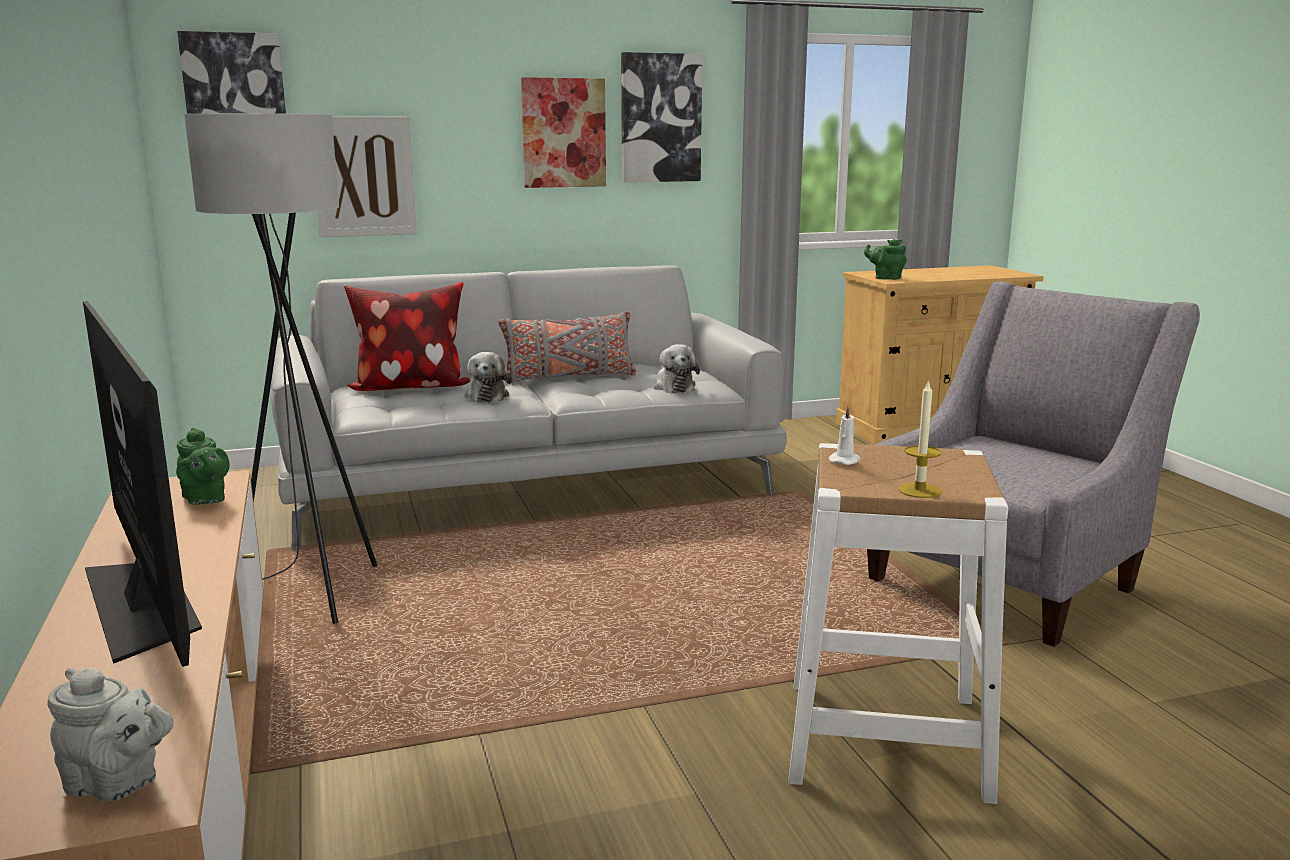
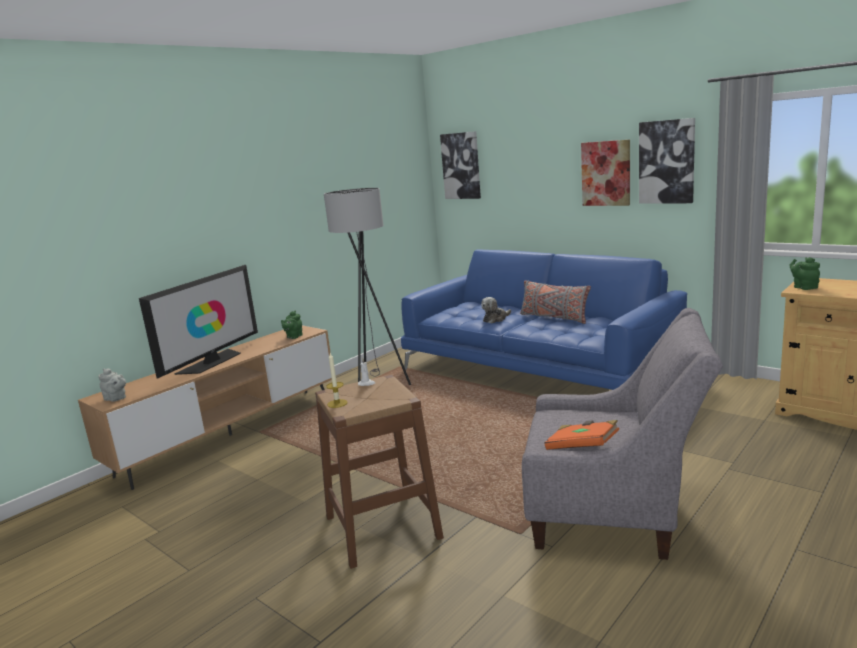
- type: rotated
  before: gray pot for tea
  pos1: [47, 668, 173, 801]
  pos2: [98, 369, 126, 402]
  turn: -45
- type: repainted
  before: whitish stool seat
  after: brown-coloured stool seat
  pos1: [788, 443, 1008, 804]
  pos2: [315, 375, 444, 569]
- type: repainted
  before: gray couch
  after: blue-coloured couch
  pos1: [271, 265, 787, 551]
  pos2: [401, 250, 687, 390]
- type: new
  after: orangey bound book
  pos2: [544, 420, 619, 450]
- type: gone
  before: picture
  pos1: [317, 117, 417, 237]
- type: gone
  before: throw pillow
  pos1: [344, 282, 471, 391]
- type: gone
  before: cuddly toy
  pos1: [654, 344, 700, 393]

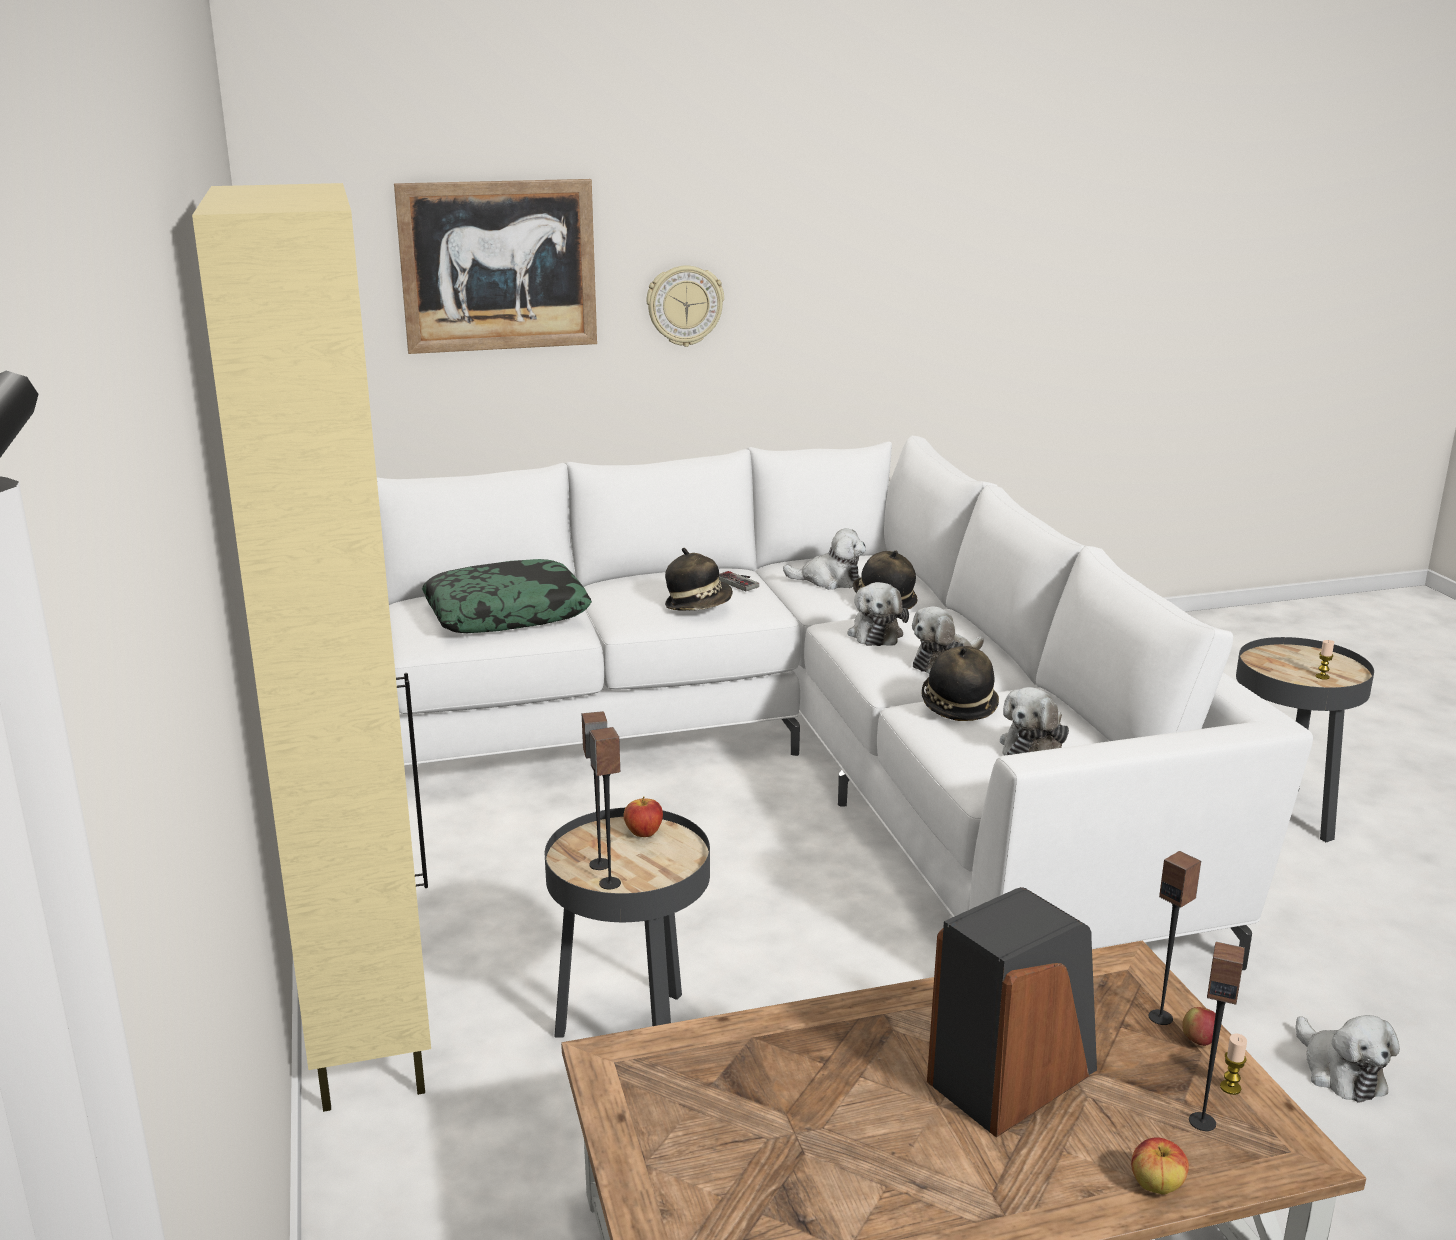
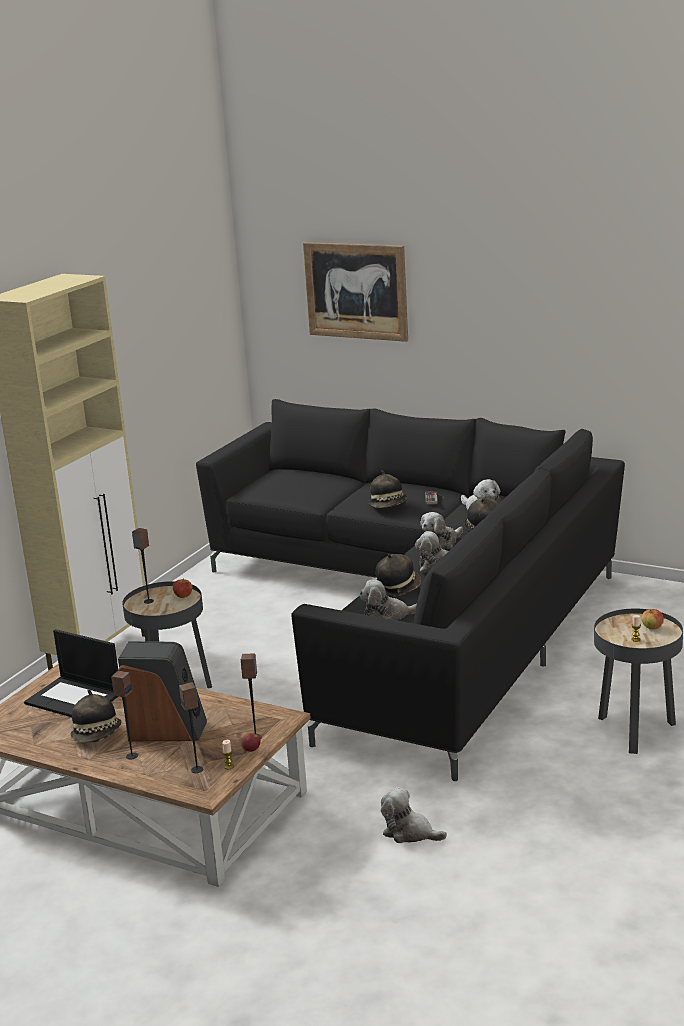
- type: new
  after: notebook computer
  pos2: [24, 629, 119, 717]
- type: new
  after: clothing hat
  pos2: [70, 690, 122, 743]
- type: shifted
  before: audio speaker
  pos1: [589, 727, 621, 890]
  pos2: [111, 671, 138, 759]
- type: repainted
  before: whitish couch
  after: black couch
  pos1: [377, 436, 1313, 970]
  pos2: [196, 399, 625, 781]
- type: rotated
  before: cuddly toy
  pos1: [1296, 1015, 1400, 1102]
  pos2: [381, 787, 447, 843]
  turn: 90
- type: shifted
  before: whole apple
  pos1: [1131, 1137, 1189, 1195]
  pos2: [641, 609, 664, 630]
- type: gone
  before: throw pillow
  pos1: [422, 559, 592, 633]
- type: gone
  before: clock on the wall
  pos1: [647, 265, 724, 347]

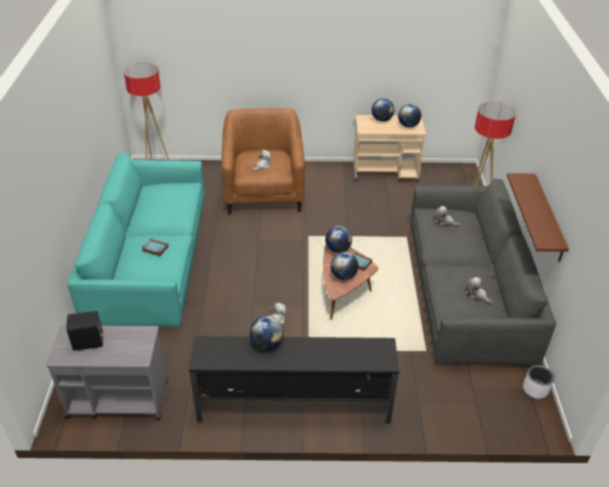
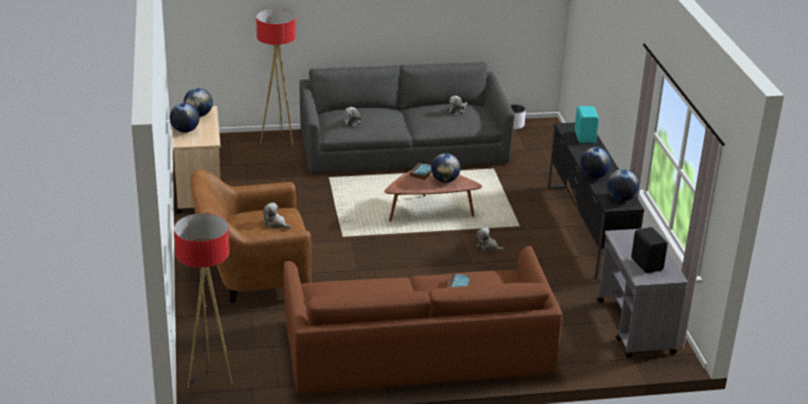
- type: repainted
  before: turquoise-coloured couch
  after: brown-coloured couch
  pos1: [67, 153, 205, 327]
  pos2: [283, 246, 563, 394]
- type: new
  after: turquoise-coloured audio speaker
  pos2: [574, 106, 599, 143]
- type: shifted
  before: desk globe
  pos1: [325, 226, 352, 253]
  pos2: [607, 169, 639, 201]
- type: gone
  before: brown-coloured bracket shelf
  pos1: [507, 173, 569, 262]

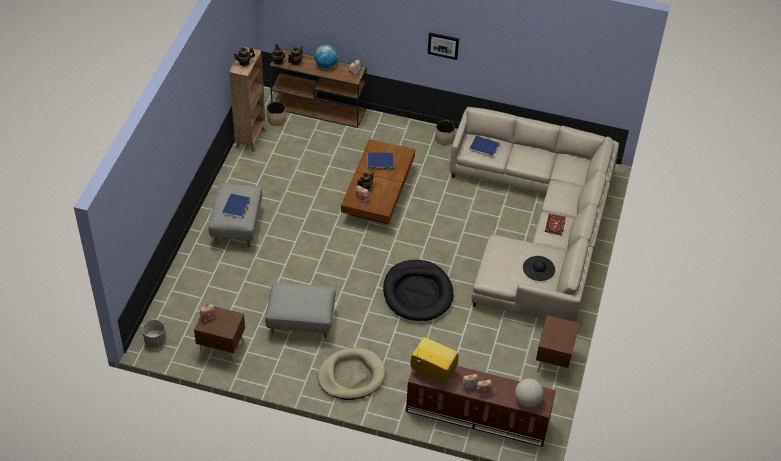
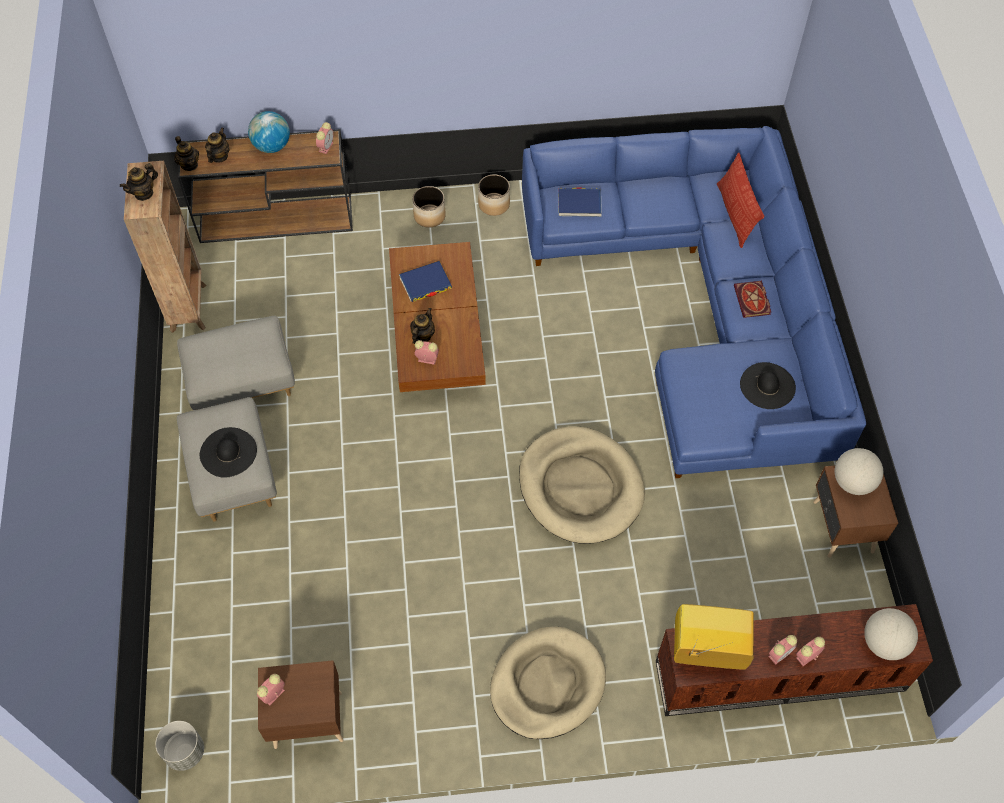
- type: shifted
  before: gray pouffe
  pos1: [265, 282, 335, 338]
  pos2: [177, 316, 295, 410]
- type: swapped
  before: blue-coloured bound book
  after: black clothing hat
  pos1: [222, 194, 251, 218]
  pos2: [200, 427, 257, 478]
- type: shifted
  before: plant pot
  pos1: [267, 101, 286, 126]
  pos2: [413, 186, 446, 228]
- type: repainted
  before: black pet bed
  after: sand-coloured pet bed
  pos1: [383, 260, 453, 321]
  pos2: [519, 426, 645, 544]
- type: repainted
  before: sand-coloured couch
  after: blue-coloured couch
  pos1: [450, 107, 619, 322]
  pos2: [522, 126, 866, 478]
- type: new
  after: throw pillow
  pos2: [717, 153, 765, 248]
- type: new
  after: desk globe
  pos2: [835, 448, 883, 495]
- type: gone
  before: picture
  pos1: [428, 32, 459, 60]

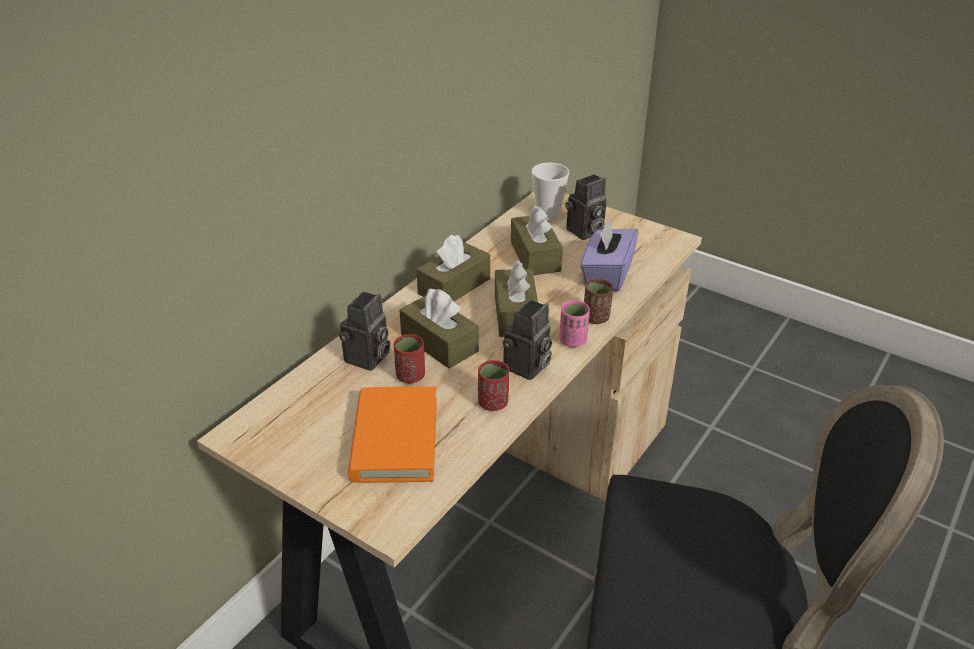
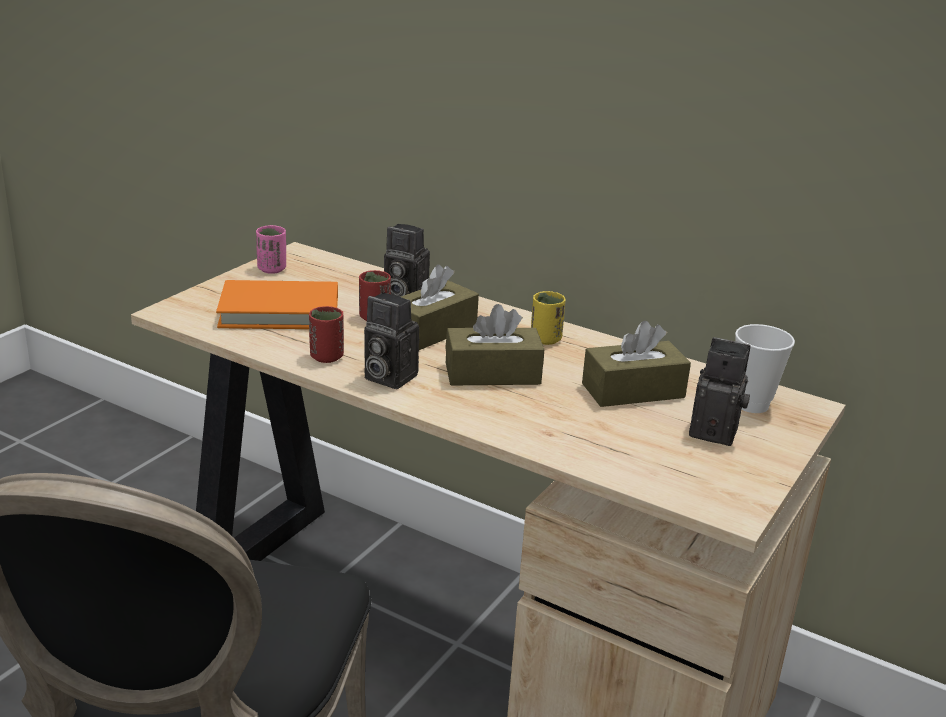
- type: shifted
  before: pinkish cup
  pos1: [559, 300, 590, 347]
  pos2: [256, 225, 286, 274]
- type: swapped
  before: brown-coloured tissue holder
  after: yellow-coloured cup
  pos1: [416, 234, 490, 302]
  pos2: [531, 291, 565, 345]
- type: rotated
  before: still camera
  pos1: [565, 174, 607, 240]
  pos2: [689, 337, 751, 446]
  turn: 150
- type: gone
  before: purplish tissue holder
  pos1: [580, 220, 639, 291]
- type: gone
  before: brown-coloured cup
  pos1: [584, 279, 613, 324]

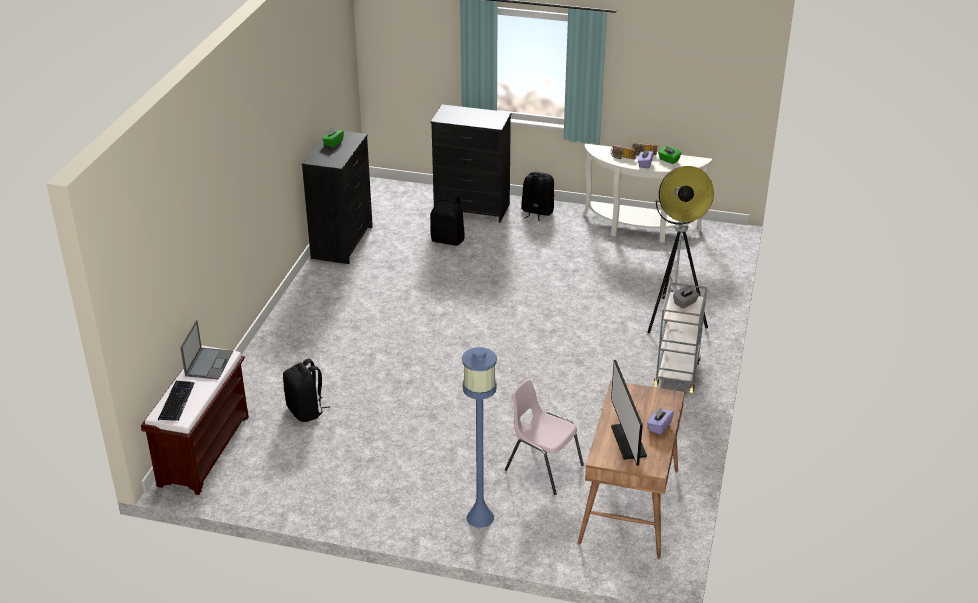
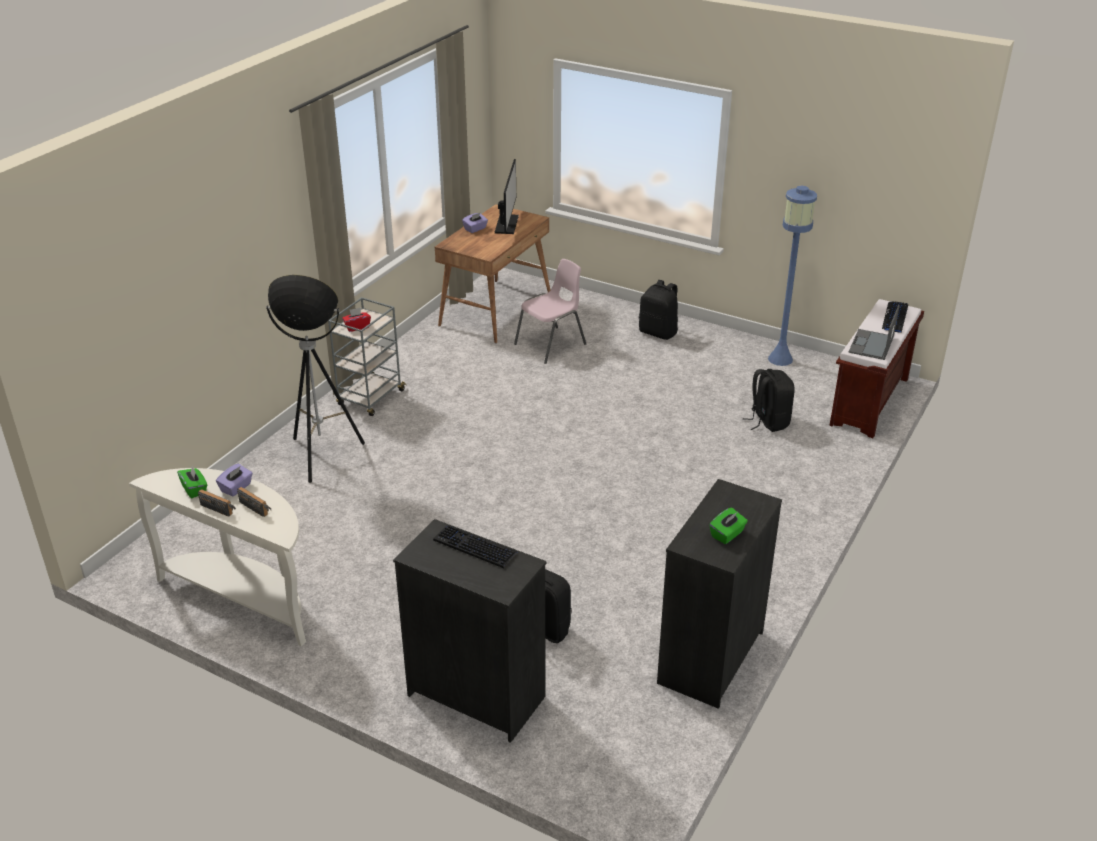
- type: repainted
  before: gray tissue holder
  after: red tissue holder
  pos1: [673, 286, 699, 309]
  pos2: [342, 308, 371, 332]
- type: new
  after: computer keyboard
  pos2: [433, 525, 518, 568]
- type: rotated
  before: pinkish upright chair
  pos1: [505, 380, 584, 495]
  pos2: [514, 259, 586, 364]
  turn: -90
- type: shifted
  before: black rucksack
  pos1: [521, 172, 554, 221]
  pos2: [639, 280, 678, 340]
- type: shifted
  before: blue-coloured standard lamp
  pos1: [462, 347, 497, 528]
  pos2: [768, 186, 817, 366]

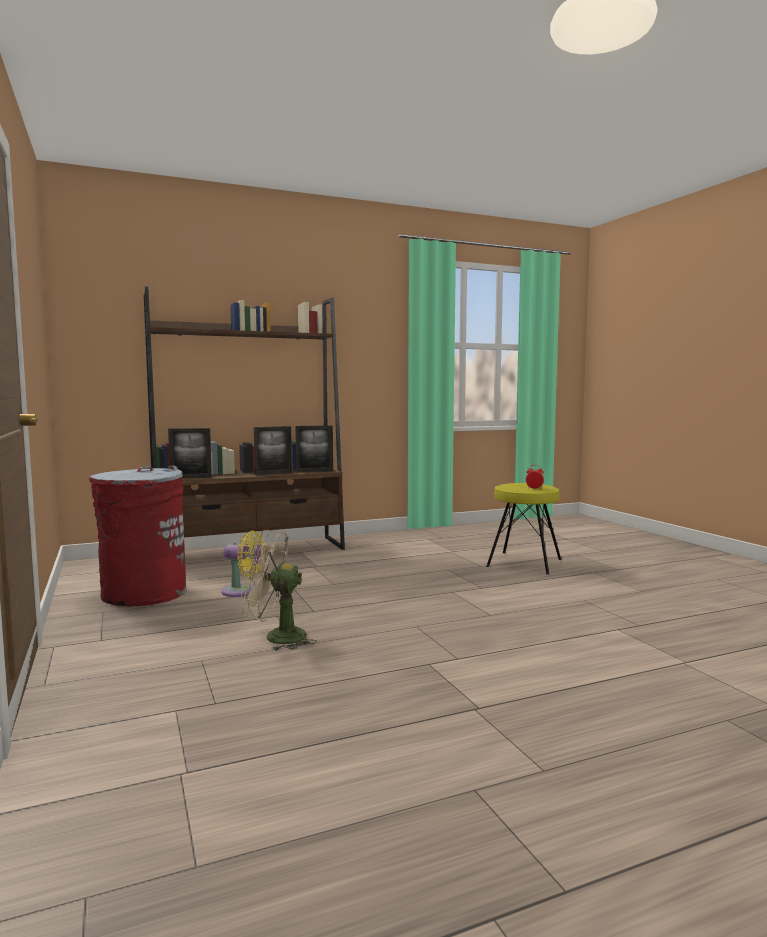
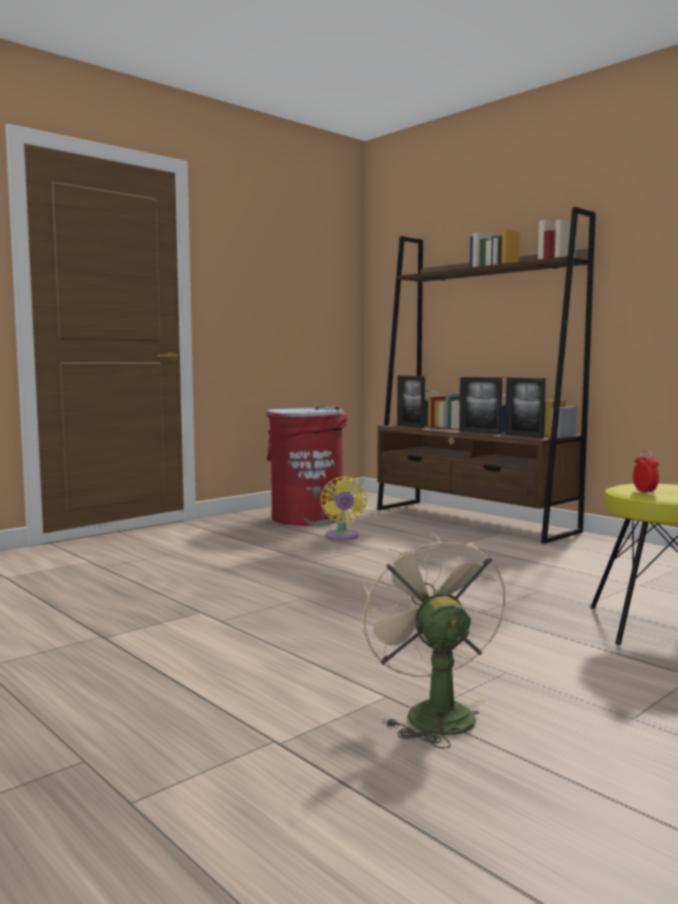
- type: shifted
  before: sand-coloured cooling fan
  pos1: [241, 530, 317, 651]
  pos2: [360, 532, 505, 749]

